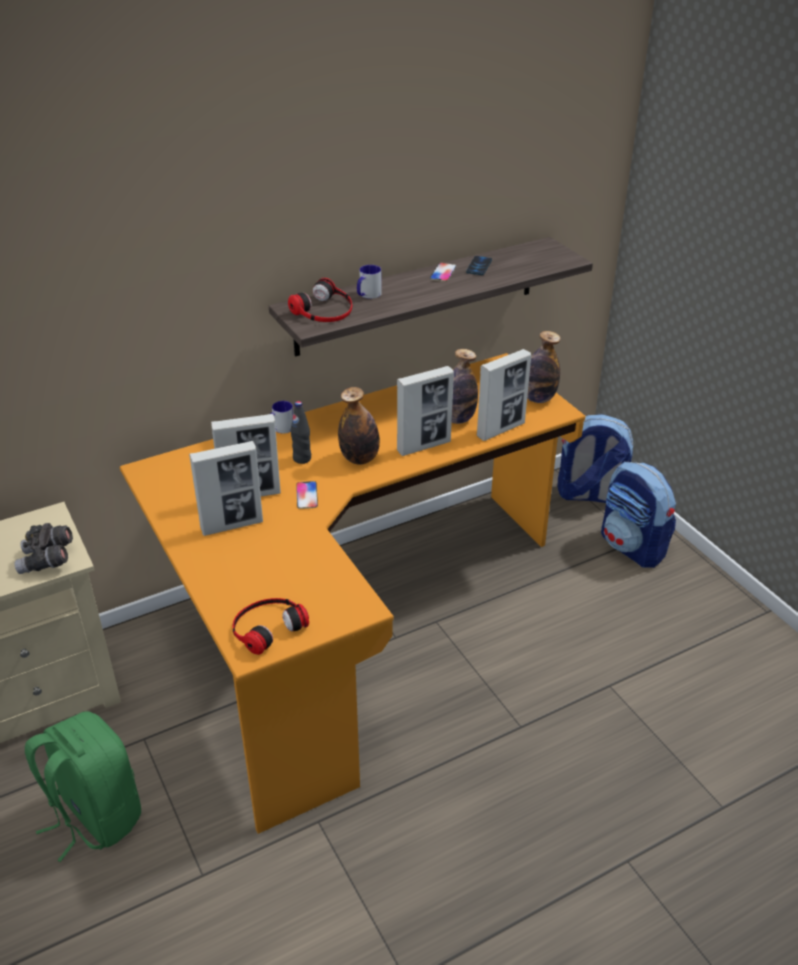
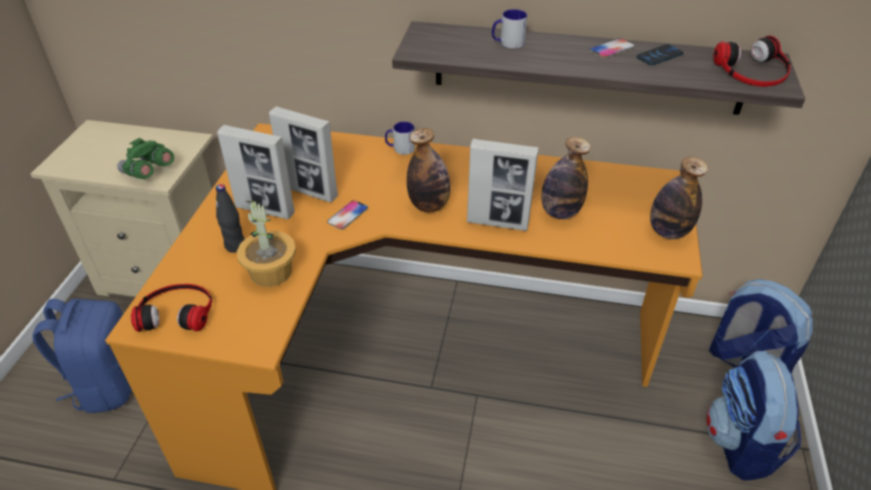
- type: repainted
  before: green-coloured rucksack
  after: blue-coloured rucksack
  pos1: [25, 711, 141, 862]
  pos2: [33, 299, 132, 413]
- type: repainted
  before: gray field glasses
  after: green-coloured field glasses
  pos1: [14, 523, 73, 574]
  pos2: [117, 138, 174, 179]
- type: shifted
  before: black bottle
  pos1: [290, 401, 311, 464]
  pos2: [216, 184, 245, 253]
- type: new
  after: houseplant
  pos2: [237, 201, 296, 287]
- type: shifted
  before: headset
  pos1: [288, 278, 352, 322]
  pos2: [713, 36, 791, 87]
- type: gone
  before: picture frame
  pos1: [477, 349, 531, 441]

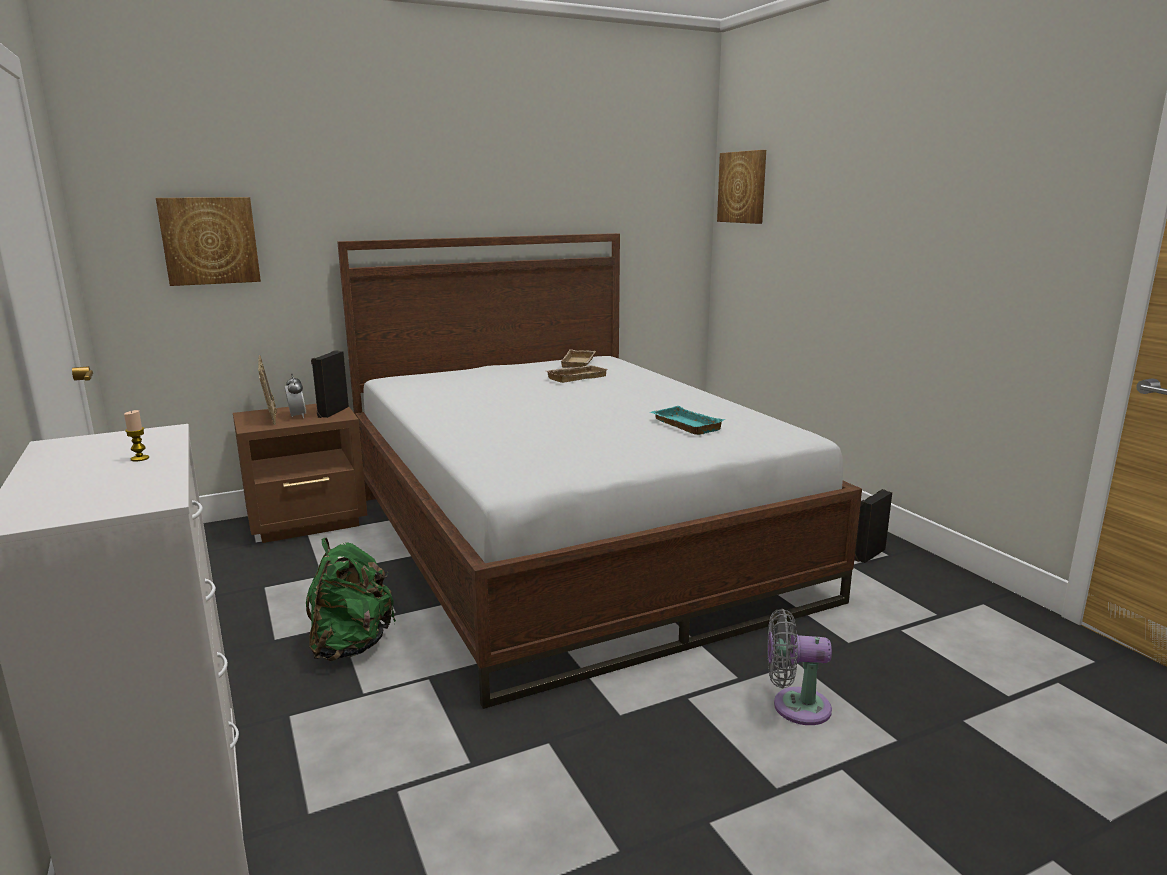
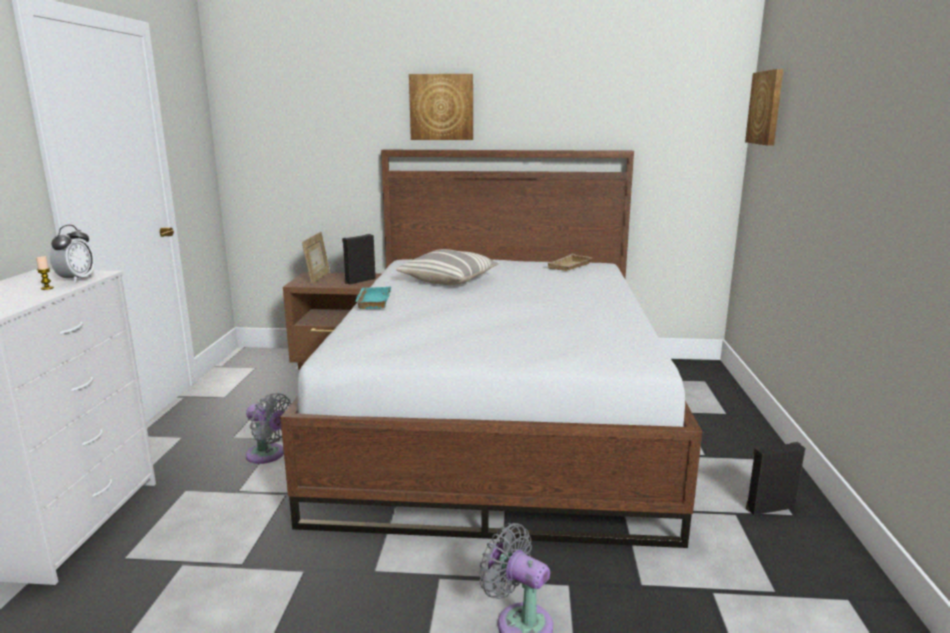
- type: shifted
  before: alarm clock
  pos1: [284, 374, 306, 418]
  pos2: [50, 225, 95, 283]
- type: swapped
  before: green-coloured rucksack
  after: gray cooling fan
  pos1: [306, 538, 396, 661]
  pos2: [246, 393, 291, 464]
- type: shifted
  before: turquoise-coloured tray
  pos1: [650, 406, 725, 435]
  pos2: [355, 287, 391, 309]
- type: new
  after: throw pillow
  pos2: [396, 249, 499, 285]
- type: shifted
  before: picture
  pos1: [156, 197, 261, 286]
  pos2: [409, 74, 473, 140]
- type: gone
  before: sand-coloured tray
  pos1: [546, 365, 608, 383]

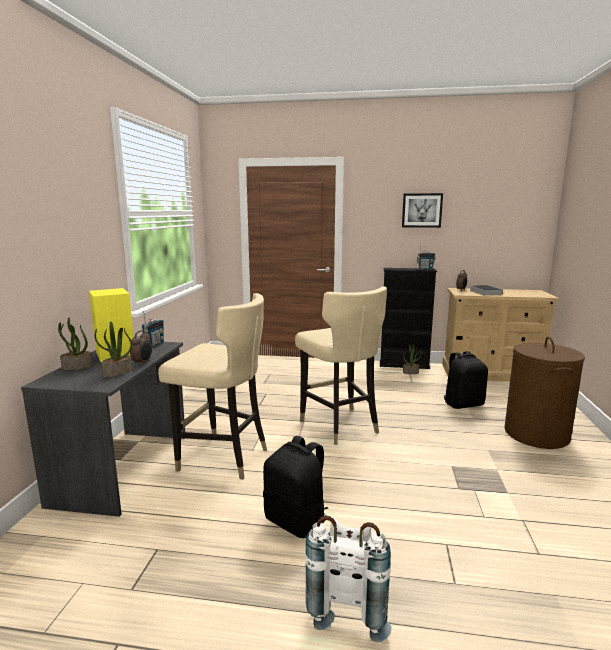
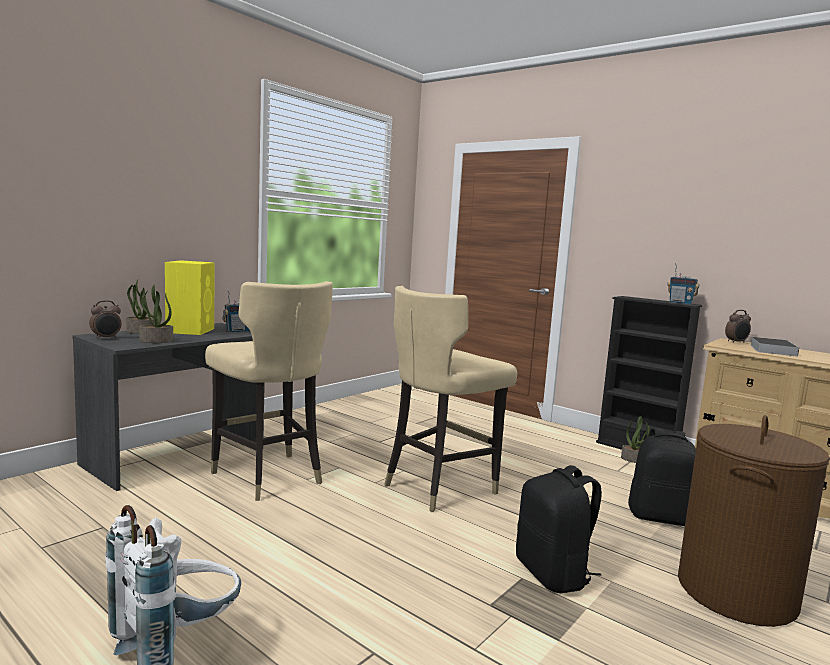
- type: shifted
  before: alarm clock
  pos1: [130, 330, 152, 366]
  pos2: [89, 300, 122, 339]
- type: rotated
  before: sand-coloured upright chair
  pos1: [295, 286, 387, 445]
  pos2: [384, 286, 517, 512]
  turn: 45
- type: shifted
  before: black rucksack
  pos1: [263, 436, 328, 538]
  pos2: [516, 465, 602, 593]
- type: gone
  before: picture
  pos1: [402, 193, 443, 228]

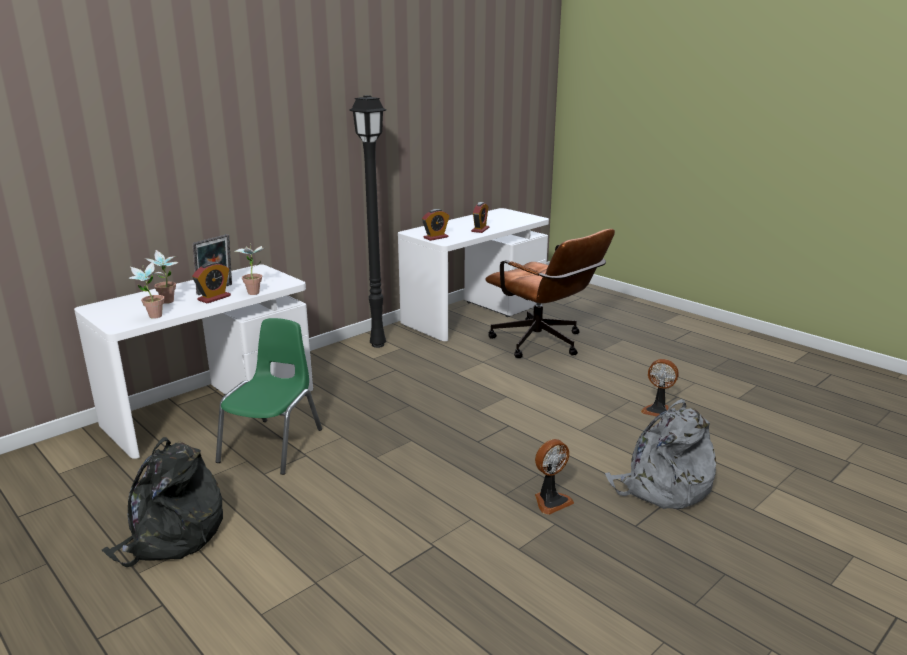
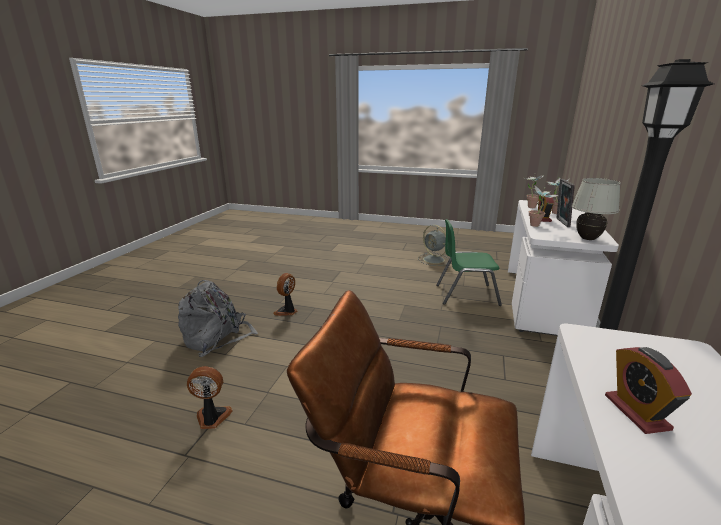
- type: swapped
  before: black rucksack
  after: gray cooling fan
  pos1: [102, 437, 223, 567]
  pos2: [418, 225, 450, 266]
- type: rotated
  before: green-coloured upright chair
  pos1: [216, 318, 322, 475]
  pos2: [436, 219, 502, 306]
  turn: 105
- type: new
  after: whitish table lamp
  pos2: [572, 178, 621, 240]
- type: gone
  before: alarm clock
  pos1: [422, 209, 449, 241]

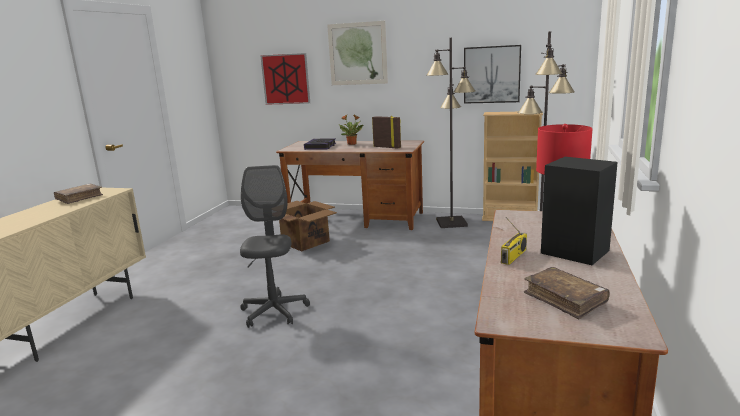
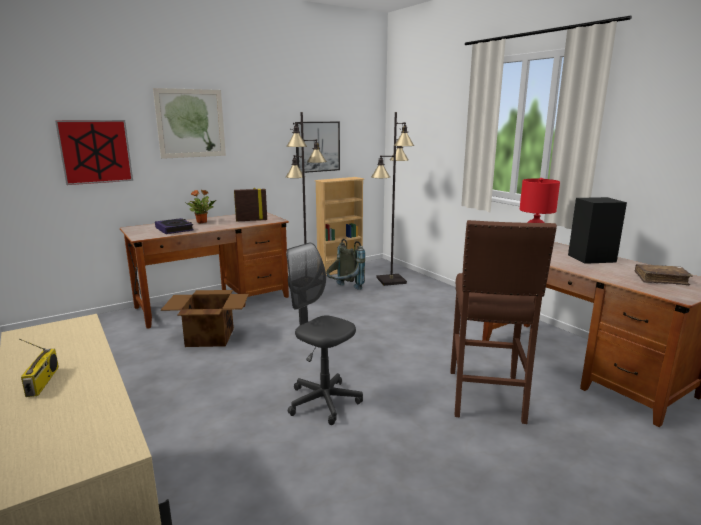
- type: shifted
  before: radio
  pos1: [501, 217, 527, 265]
  pos2: [19, 339, 59, 397]
- type: new
  after: gray rucksack
  pos2: [326, 239, 365, 290]
- type: new
  after: brown-coloured stool seat
  pos2: [450, 220, 557, 424]
- type: gone
  before: brown-coloured bound book
  pos1: [54, 184, 103, 204]

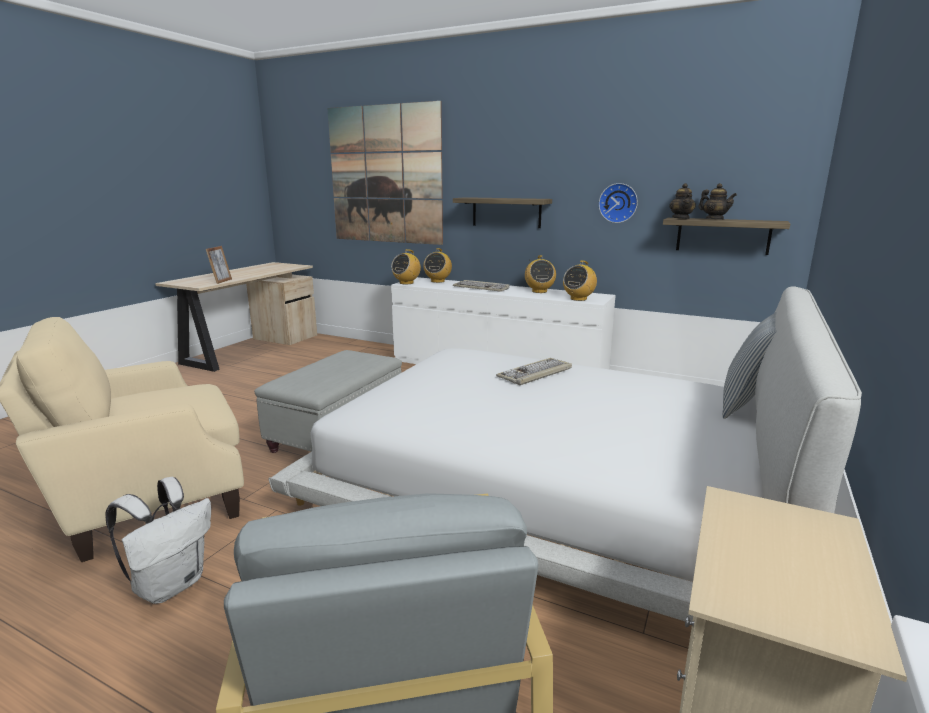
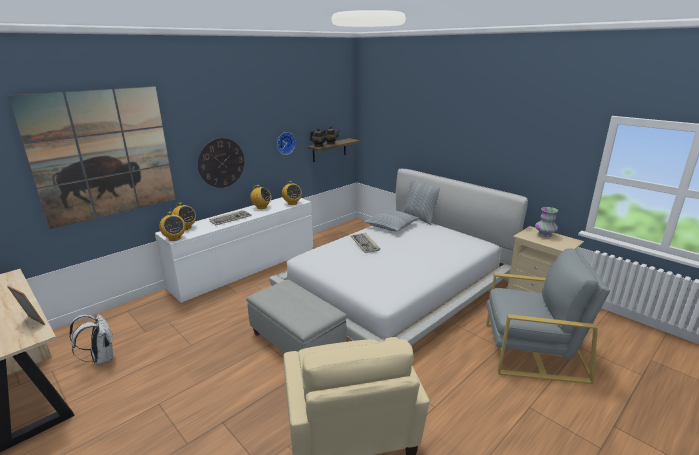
- type: shifted
  before: whitish rucksack
  pos1: [105, 477, 211, 604]
  pos2: [70, 314, 113, 365]
- type: swapped
  before: bracket shelf
  after: clock on the wall
  pos1: [453, 197, 552, 228]
  pos2: [198, 138, 244, 188]
- type: new
  after: throw pillow
  pos2: [364, 209, 419, 231]
- type: new
  after: flower vase
  pos2: [535, 207, 558, 237]

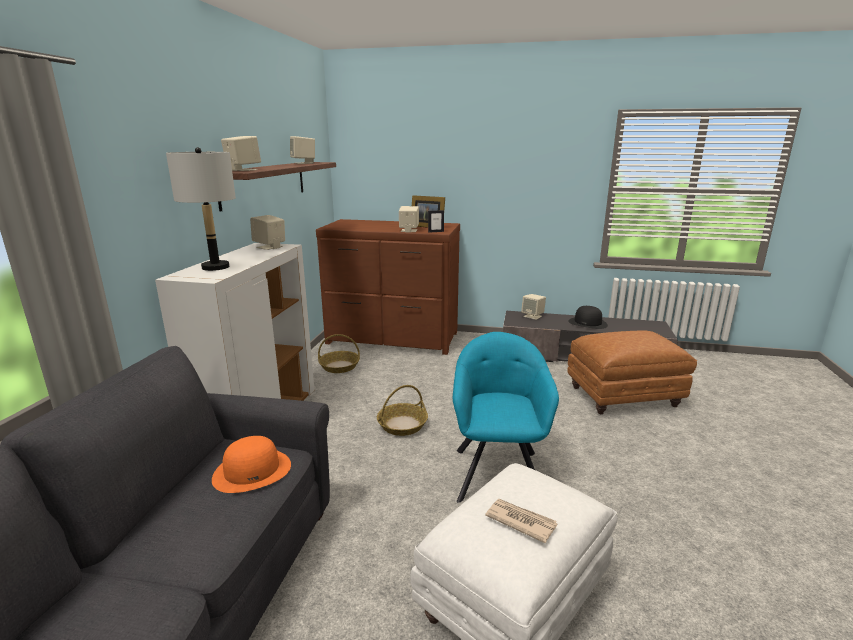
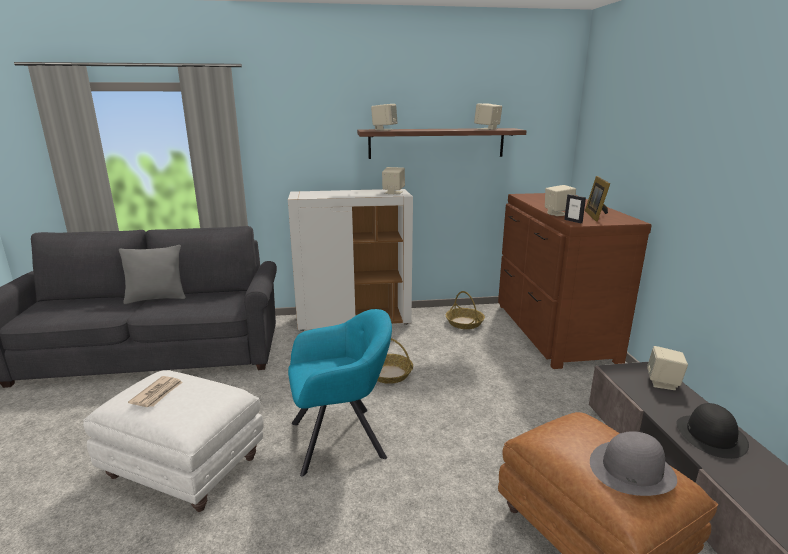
- type: new
  after: gray throw pillow
  pos2: [119, 245, 186, 304]
- type: new
  after: gray clothing hat
  pos2: [590, 431, 677, 496]
- type: gone
  before: gray table lamp
  pos1: [166, 147, 236, 271]
- type: gone
  before: orangey clothing hat
  pos1: [212, 436, 291, 493]

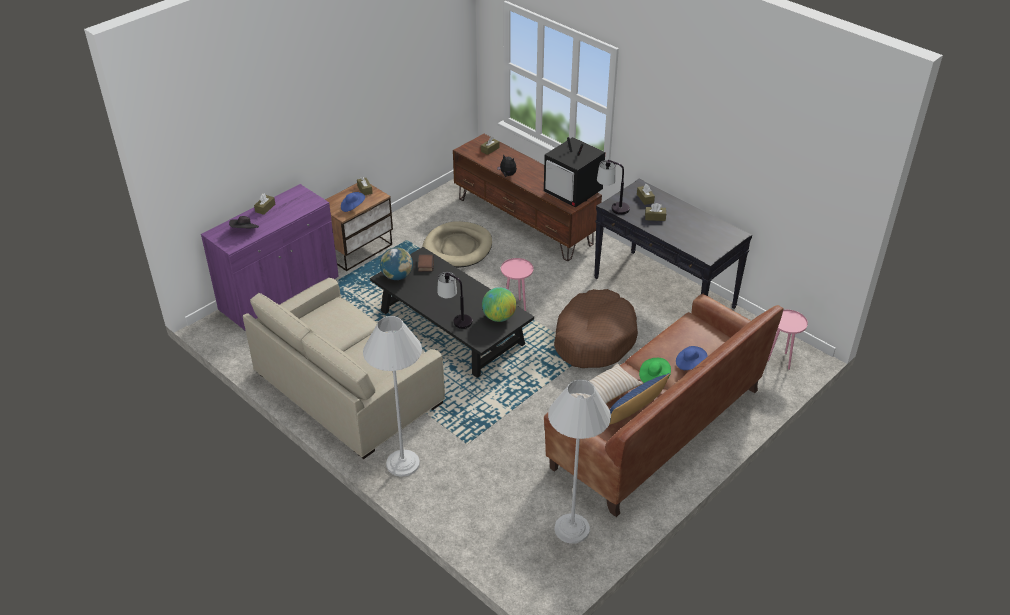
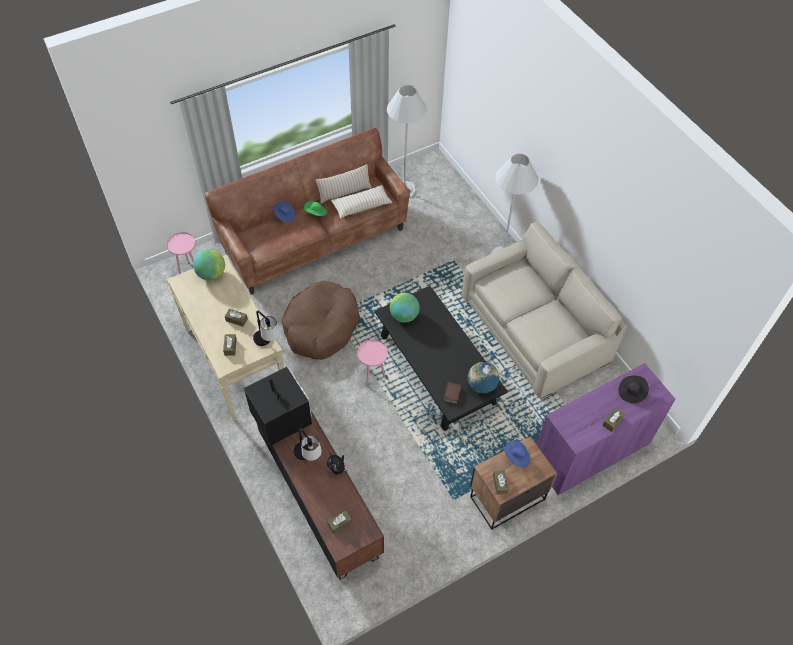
- type: repainted
  before: black console table
  after: sand-coloured console table
  pos1: [594, 179, 752, 309]
  pos2: [167, 255, 284, 421]
- type: new
  after: desk globe
  pos2: [193, 249, 225, 280]
- type: shifted
  before: table lamp
  pos1: [437, 272, 472, 329]
  pos2: [294, 428, 322, 461]
- type: repainted
  before: blue-coloured throw pillow
  after: sand-coloured throw pillow
  pos1: [609, 373, 670, 425]
  pos2: [315, 164, 372, 204]
- type: gone
  before: sand-coloured pet bed
  pos1: [422, 221, 492, 268]

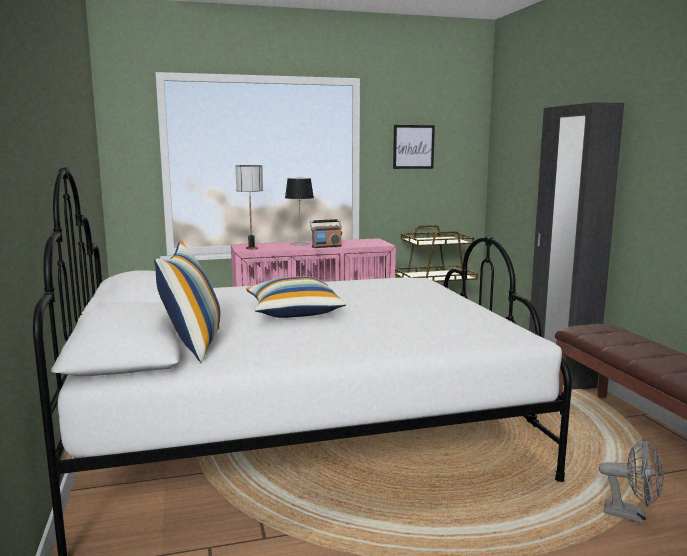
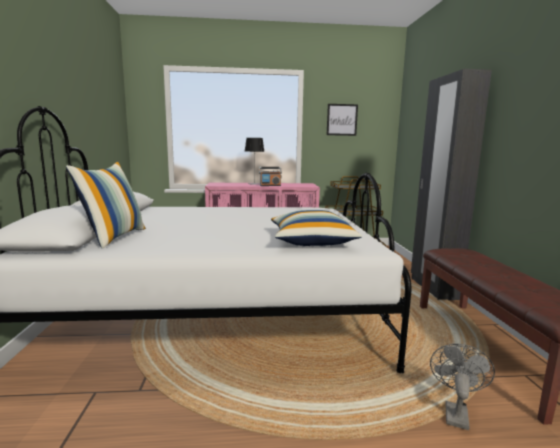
- type: shifted
  before: throw pillow
  pos1: [246, 276, 347, 318]
  pos2: [271, 210, 362, 246]
- type: rotated
  before: gray cooling fan
  pos1: [599, 438, 664, 524]
  pos2: [430, 344, 495, 430]
  turn: -105
- type: gone
  before: table lamp
  pos1: [235, 165, 263, 249]

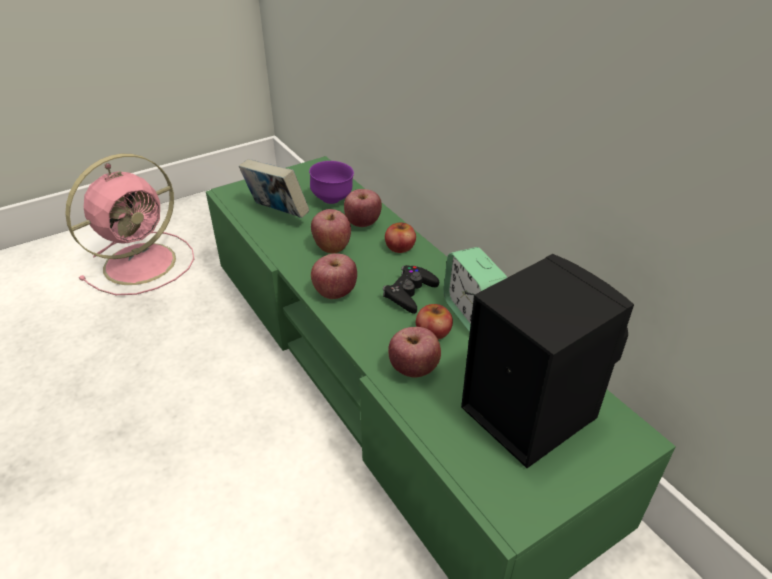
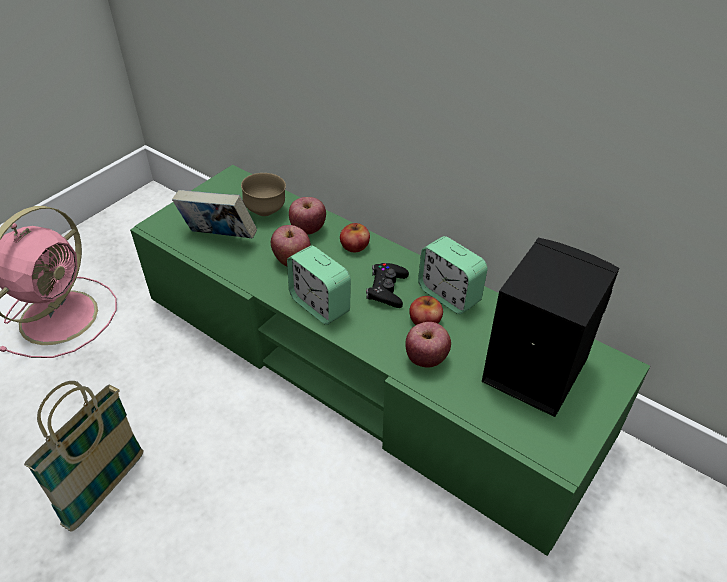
- type: new
  after: household basket
  pos2: [24, 381, 144, 532]
- type: repainted
  before: purplish deep dish
  after: brown-coloured deep dish
  pos1: [309, 161, 354, 204]
  pos2: [241, 173, 286, 216]
- type: swapped
  before: whole apple
  after: alarm clock
  pos1: [311, 253, 357, 299]
  pos2: [287, 246, 351, 325]

